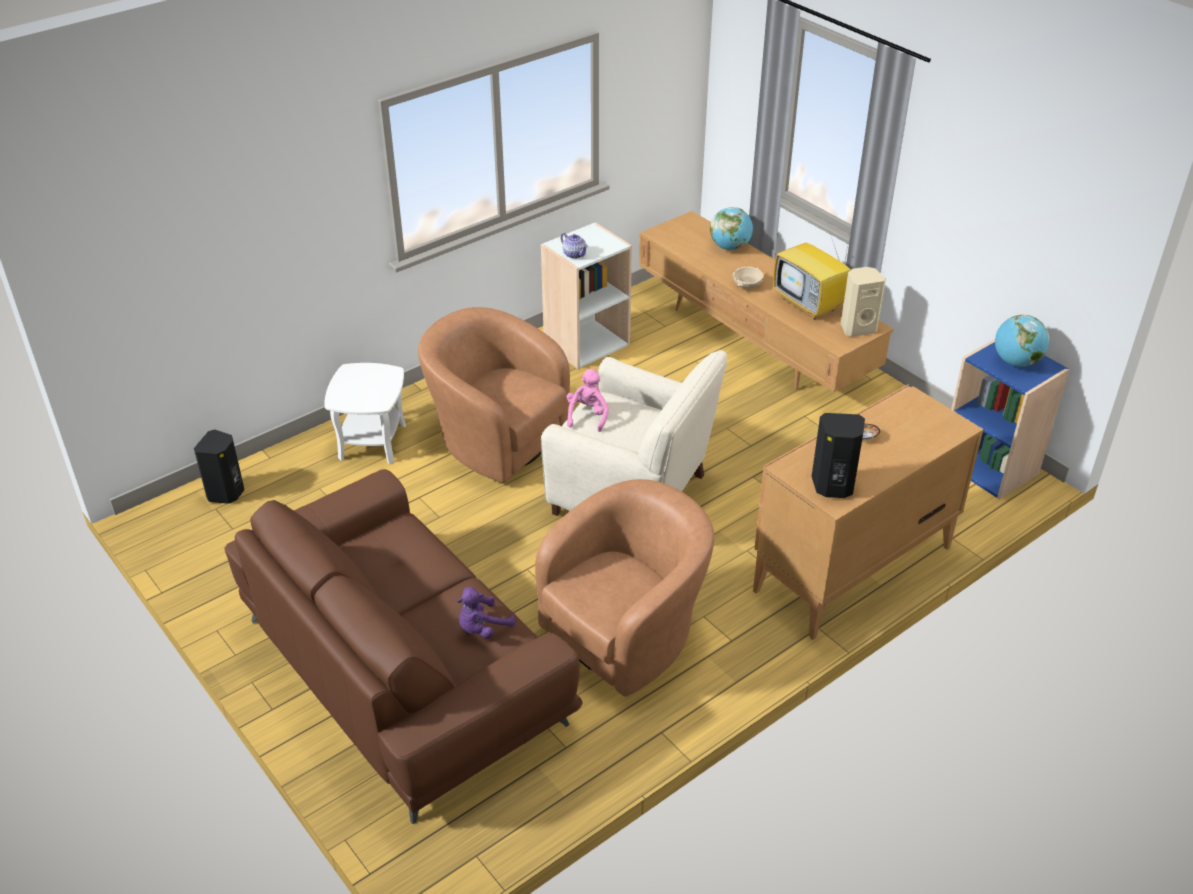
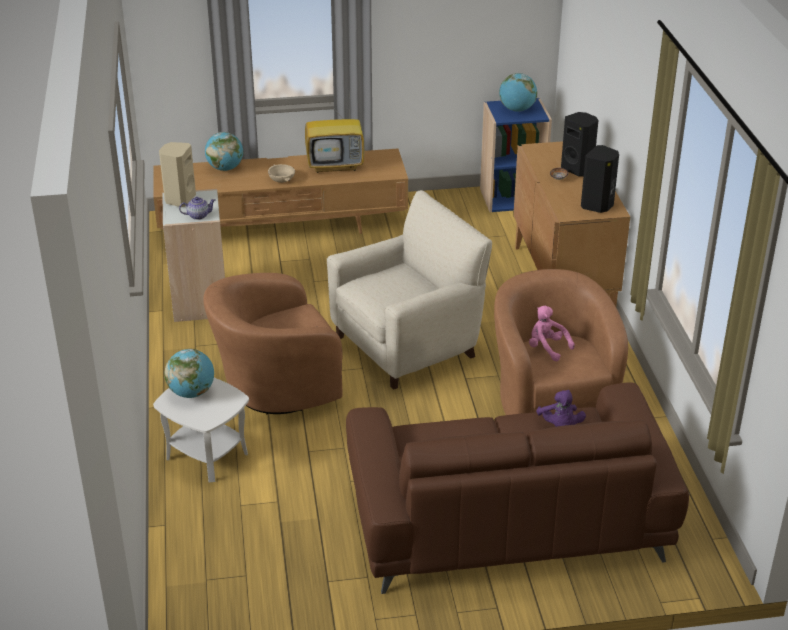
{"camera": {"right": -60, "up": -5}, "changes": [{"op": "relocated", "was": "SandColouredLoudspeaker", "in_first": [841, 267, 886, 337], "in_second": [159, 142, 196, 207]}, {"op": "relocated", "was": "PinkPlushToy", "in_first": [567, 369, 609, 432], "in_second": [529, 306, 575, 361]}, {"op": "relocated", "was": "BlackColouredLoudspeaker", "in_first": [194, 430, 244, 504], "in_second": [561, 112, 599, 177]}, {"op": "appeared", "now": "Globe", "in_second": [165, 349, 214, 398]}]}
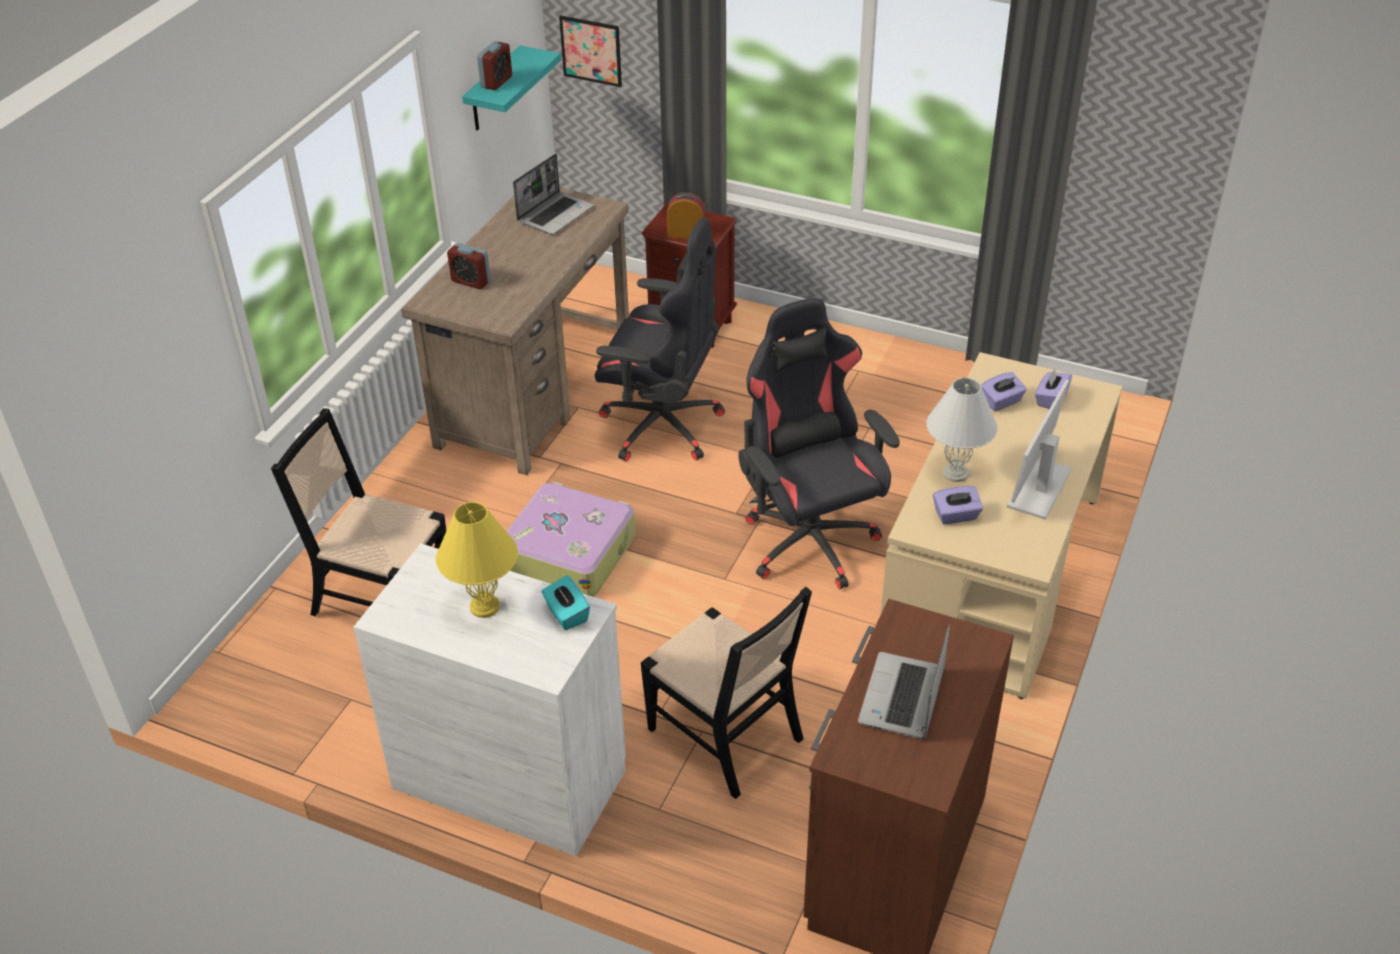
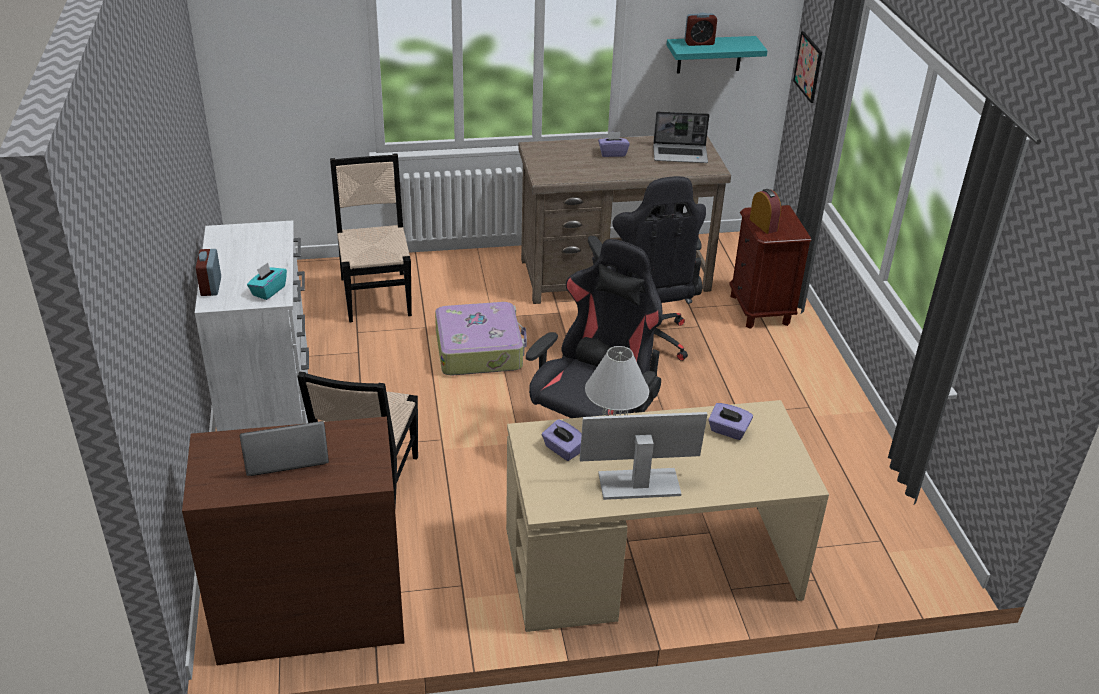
{"camera": {"right": 55, "up": -5}, "changes": [{"op": "relocated", "was": "TableClock", "in_first": [447, 243, 491, 289], "in_second": [196, 249, 221, 296]}, {"op": "relocated", "was": "PurplishBoxOfTissues", "in_first": [1035, 369, 1072, 409], "in_second": [598, 132, 630, 157]}, {"op": "missing", "was": "YellowLampForATable", "in_first": [436, 502, 518, 618]}]}
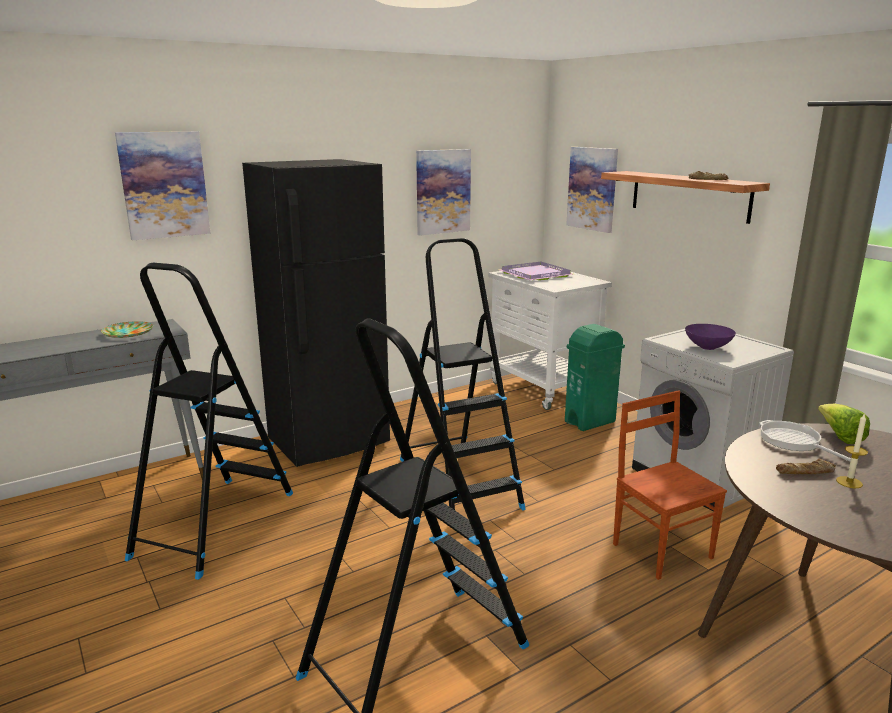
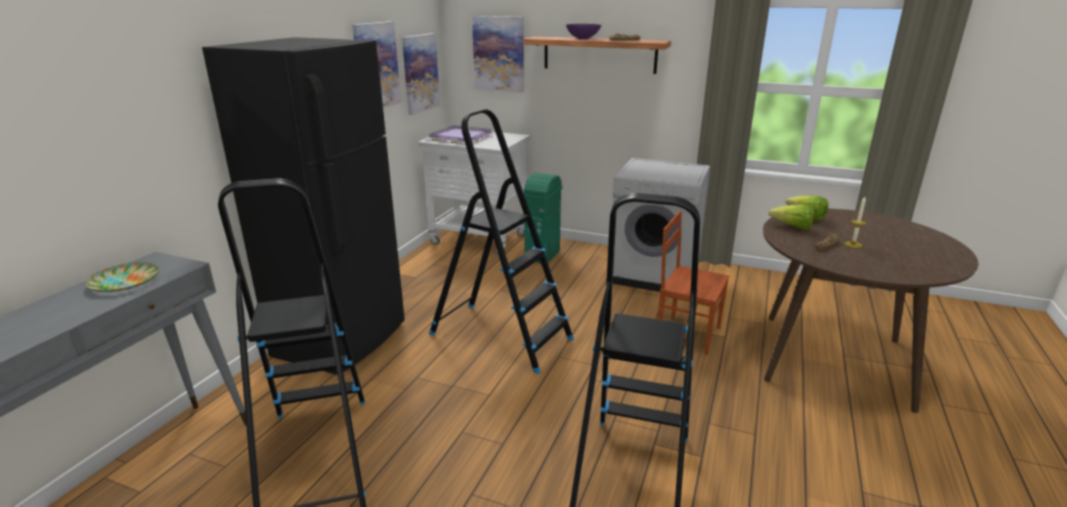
{"camera": {"right": -35, "up": 5}, "changes": [{"op": "relocated", "was": "Picture", "in_first": [115, 131, 211, 240], "in_second": [402, 33, 440, 115]}, {"op": "relocated", "was": "PurplishServingBowl", "in_first": [685, 324, 736, 350], "in_second": [566, 24, 601, 40]}, {"op": "exchanged", "was": "Pan", "now": "LettuceHead", "in_first": [760, 420, 851, 462], "in_second": [768, 205, 814, 230]}]}
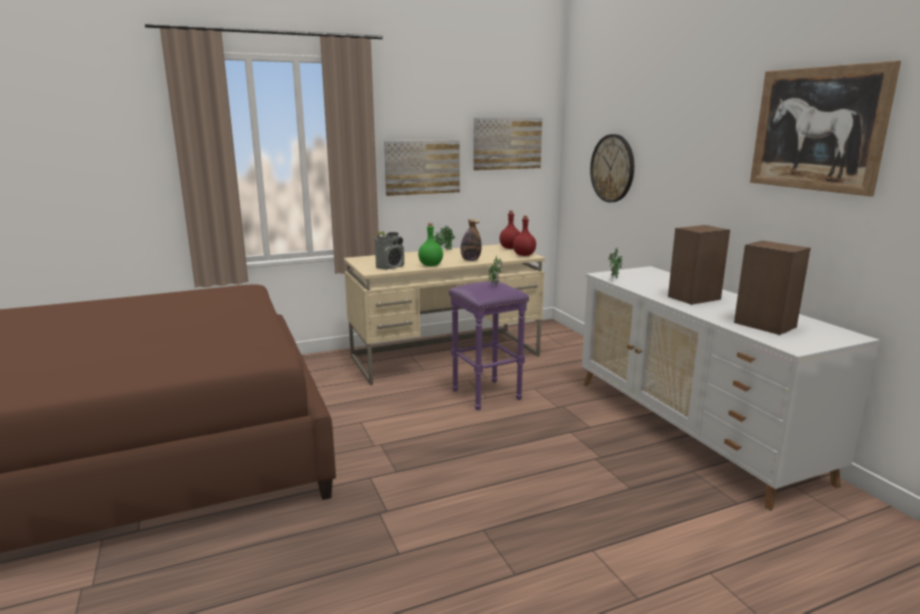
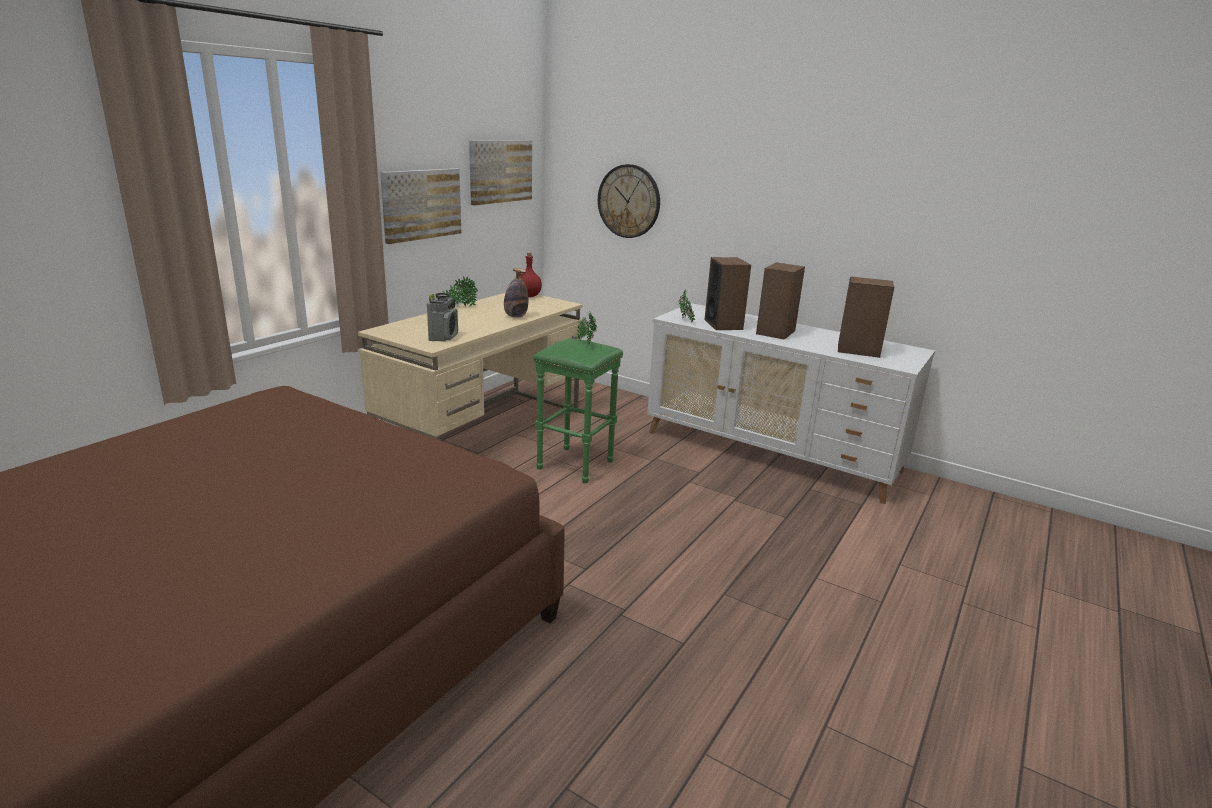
{"camera": {"right": -35, "up": 5}, "changes": [{"op": "missing", "was": "Picture", "in_first": [750, 61, 901, 197]}, {"op": "missing", "was": "RedBottle", "in_first": [513, 215, 536, 256]}, {"op": "missing", "was": "GreenBottle", "in_first": [418, 223, 443, 266]}, {"op": "colour", "was": "PurplishStool", "now": "GreenStool", "in_first": [449, 281, 529, 410], "in_second": [534, 339, 623, 483]}, {"op": "appeared", "now": "Loudspeaker", "in_second": [704, 257, 751, 330]}]}
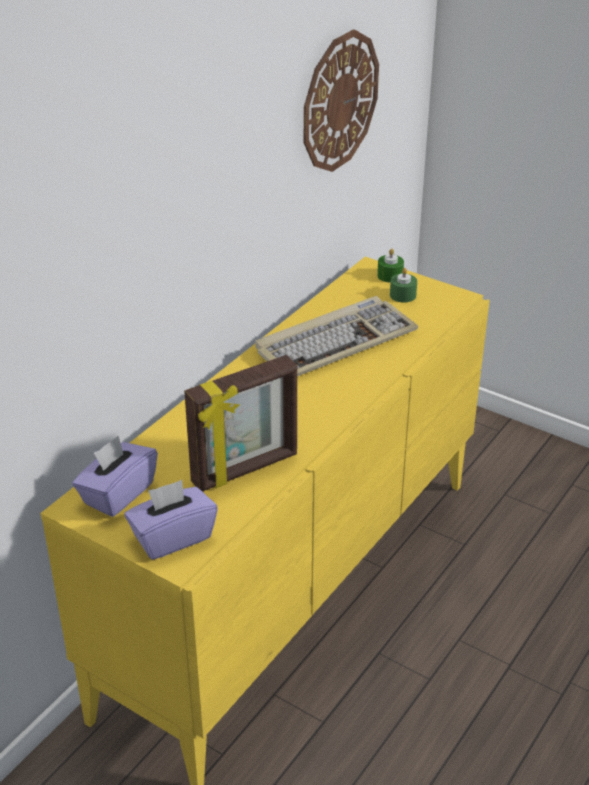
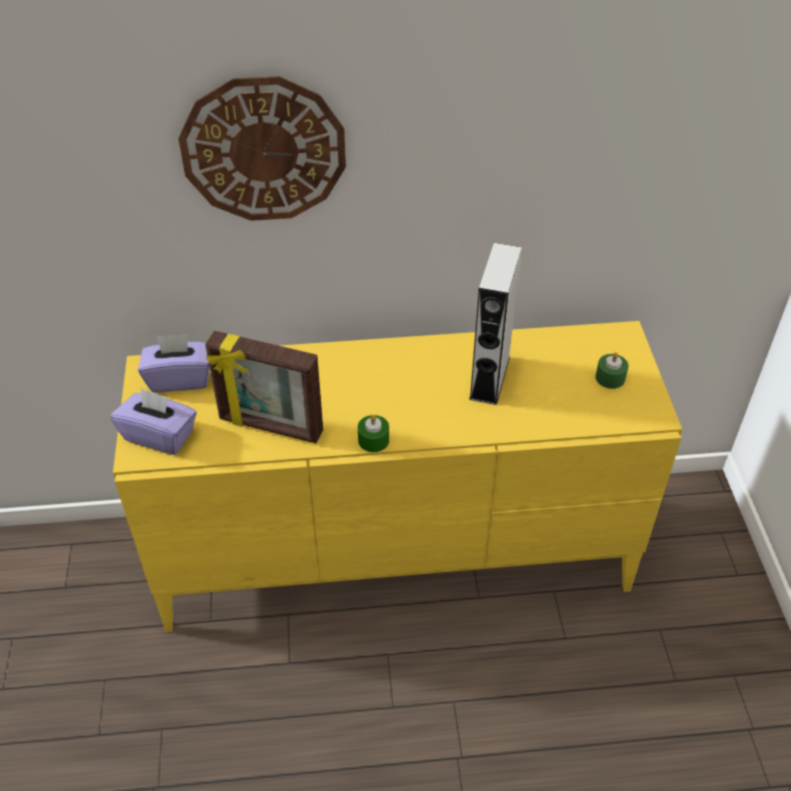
{"camera": {"right": 50, "up": 10}, "changes": [{"op": "relocated", "was": "ClockOnTheWall", "in_first": [304, 29, 379, 172], "in_second": [178, 76, 346, 221]}, {"op": "relocated", "was": "GreenWaxCandle", "in_first": [377, 249, 404, 283], "in_second": [358, 415, 389, 452]}, {"op": "exchanged", "was": "PcKeyboard", "now": "GreyLoudspeaker", "in_first": [255, 296, 418, 376], "in_second": [469, 243, 522, 405]}]}
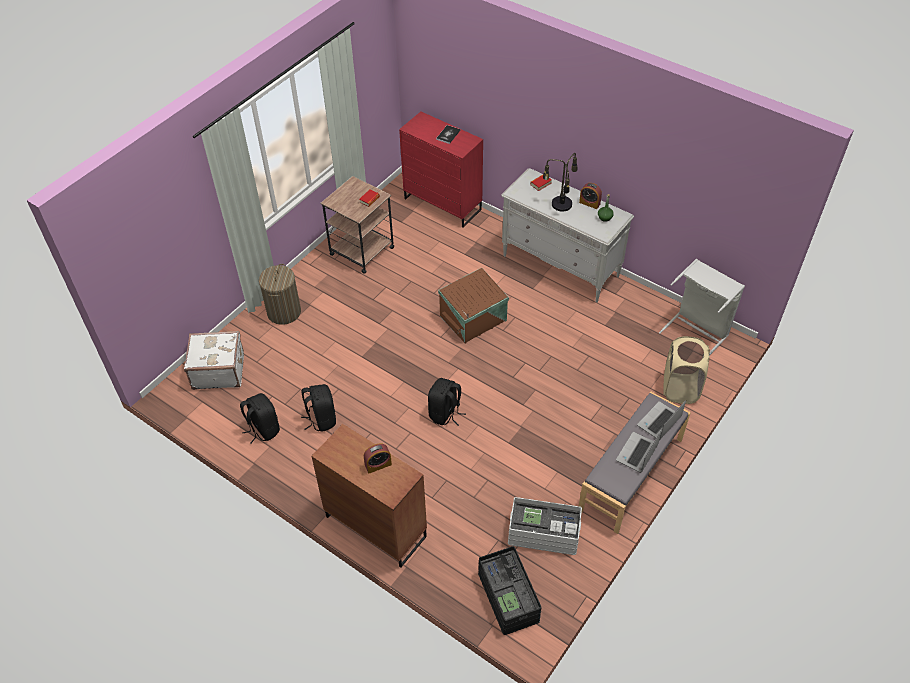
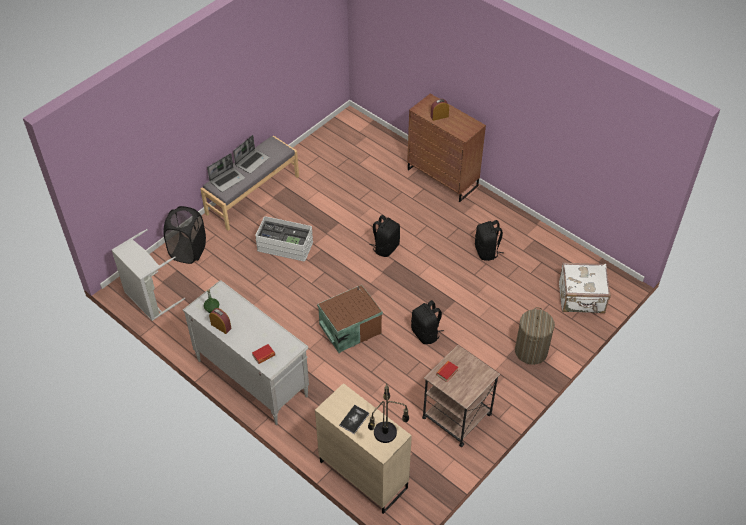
{"camera": {"right": -175, "up": 0}, "changes": [{"op": "colour", "was": "RedChestOfDrawers", "now": "SandColouredChestOfDrawers", "in_first": [399, 112, 483, 228], "in_second": [315, 383, 412, 514]}, {"op": "relocated", "was": "LampForATable", "in_first": [543, 153, 578, 212], "in_second": [368, 383, 409, 443]}, {"op": "colour", "was": "SandColouredWashingBasket", "now": "BlackColouredWashingBasket", "in_first": [663, 336, 710, 404], "in_second": [164, 206, 206, 264]}, {"op": "relocated", "was": "BlackColouredRucksack", "in_first": [240, 393, 280, 444], "in_second": [411, 300, 444, 344]}, {"op": "relocated", "was": "WhitishStorageBox", "in_first": [508, 497, 582, 555], "in_second": [255, 216, 313, 261]}, {"op": "missing", "was": "BlackColouredStorageBox", "in_first": [478, 546, 541, 635]}]}
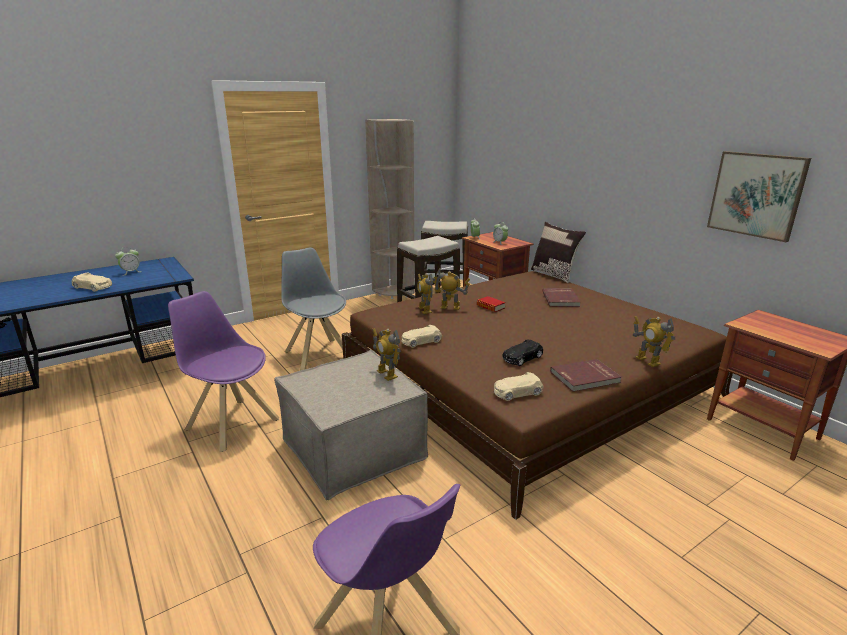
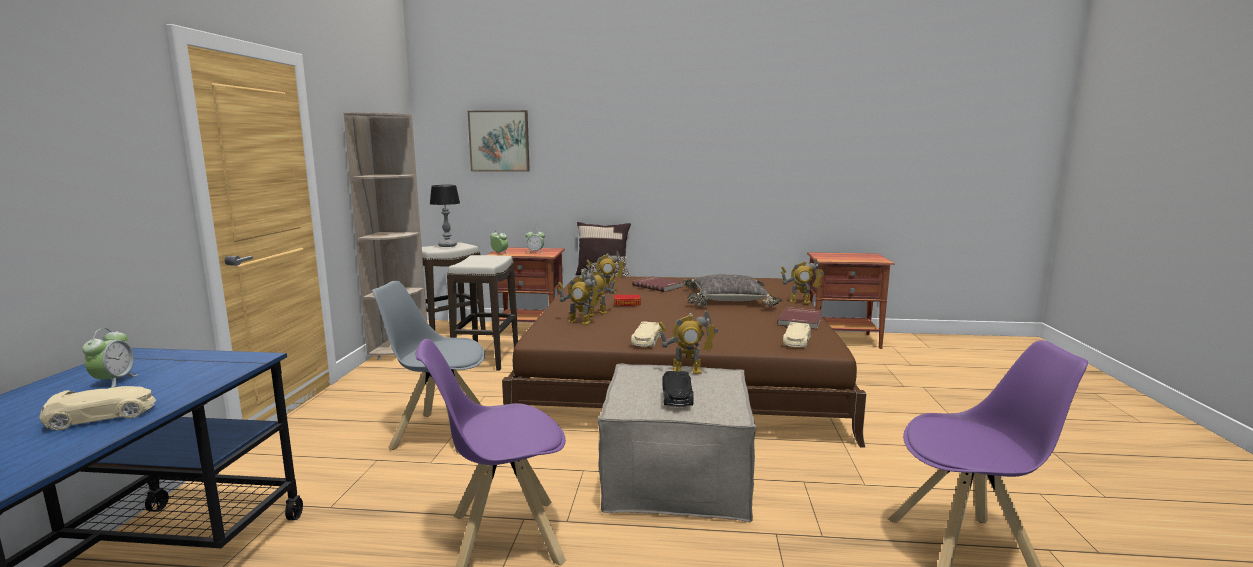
{"camera": {"right": -50, "up": -10}, "changes": [{"op": "relocated", "was": "Picture", "in_first": [707, 151, 811, 242], "in_second": [468, 110, 530, 172]}, {"op": "relocated", "was": "BlackColouredMiniatureCar", "in_first": [502, 339, 543, 366], "in_second": [662, 371, 694, 407]}, {"op": "appeared", "now": "LampForATable", "in_second": [430, 185, 460, 247]}, {"op": "appeared", "now": "RobotFigure", "in_second": [586, 250, 626, 294]}, {"op": "appeared", "now": "ThrowPillow", "in_second": [684, 274, 782, 307]}]}
